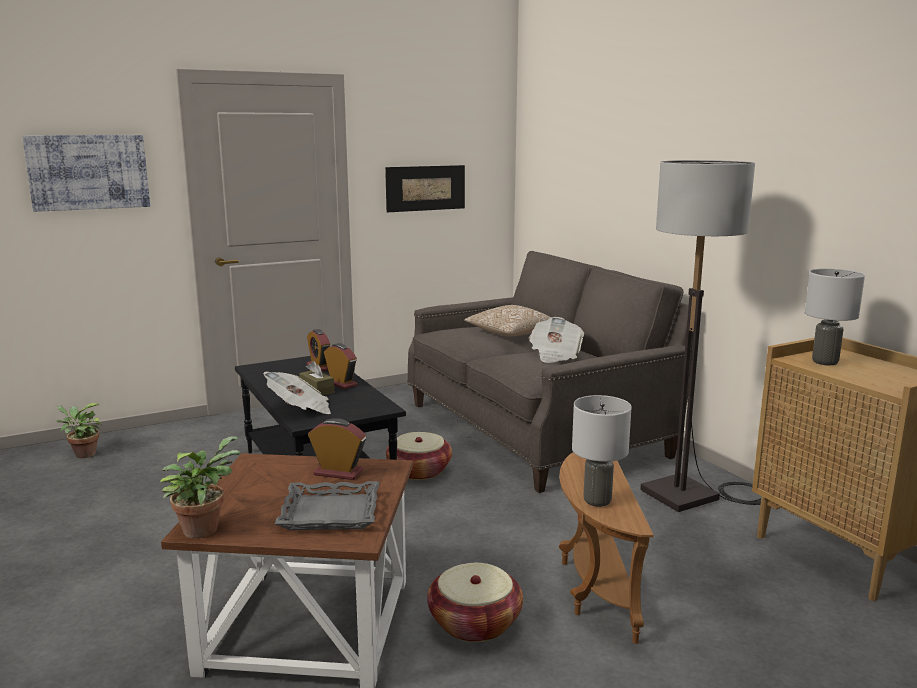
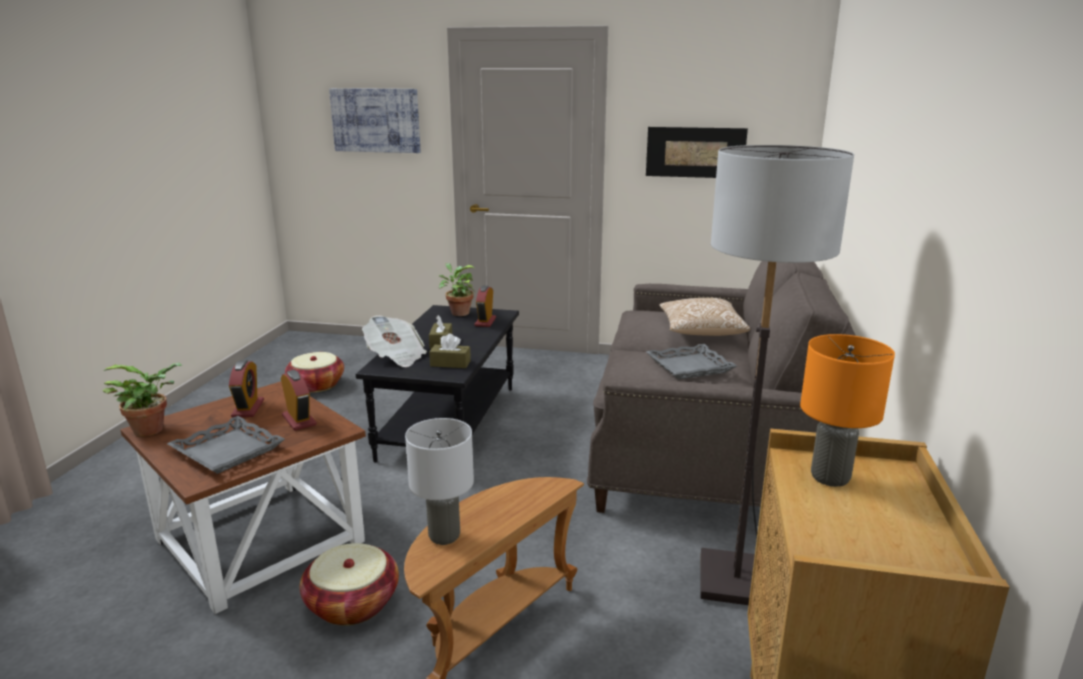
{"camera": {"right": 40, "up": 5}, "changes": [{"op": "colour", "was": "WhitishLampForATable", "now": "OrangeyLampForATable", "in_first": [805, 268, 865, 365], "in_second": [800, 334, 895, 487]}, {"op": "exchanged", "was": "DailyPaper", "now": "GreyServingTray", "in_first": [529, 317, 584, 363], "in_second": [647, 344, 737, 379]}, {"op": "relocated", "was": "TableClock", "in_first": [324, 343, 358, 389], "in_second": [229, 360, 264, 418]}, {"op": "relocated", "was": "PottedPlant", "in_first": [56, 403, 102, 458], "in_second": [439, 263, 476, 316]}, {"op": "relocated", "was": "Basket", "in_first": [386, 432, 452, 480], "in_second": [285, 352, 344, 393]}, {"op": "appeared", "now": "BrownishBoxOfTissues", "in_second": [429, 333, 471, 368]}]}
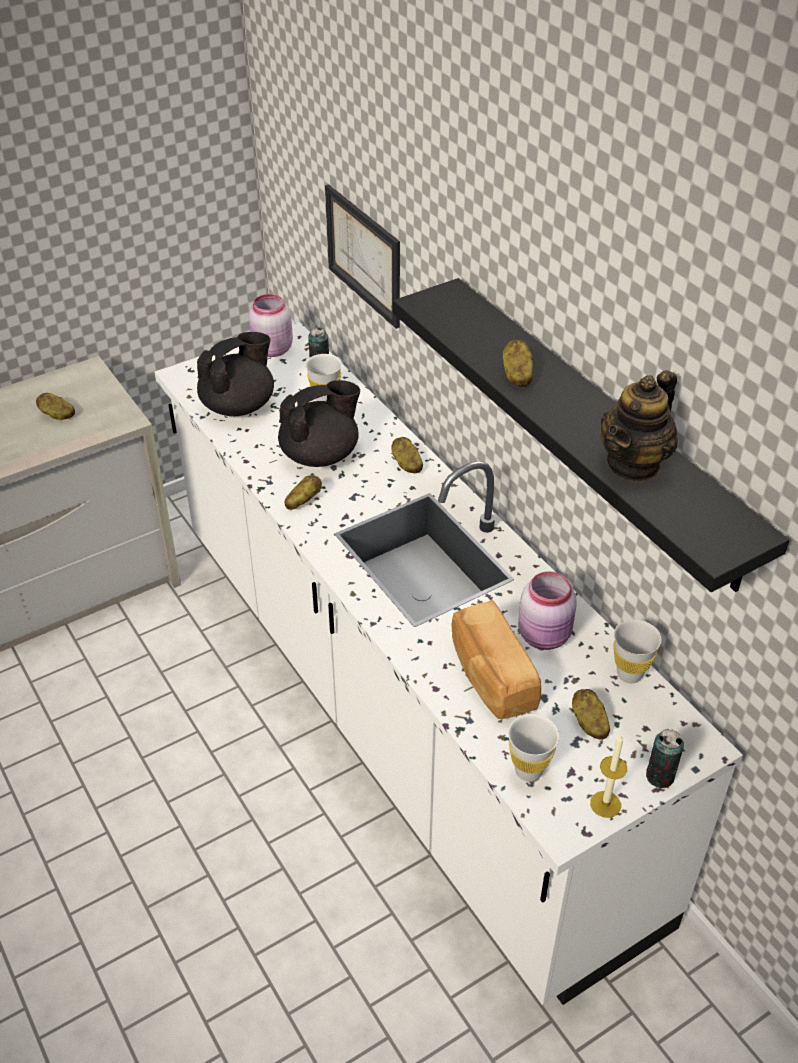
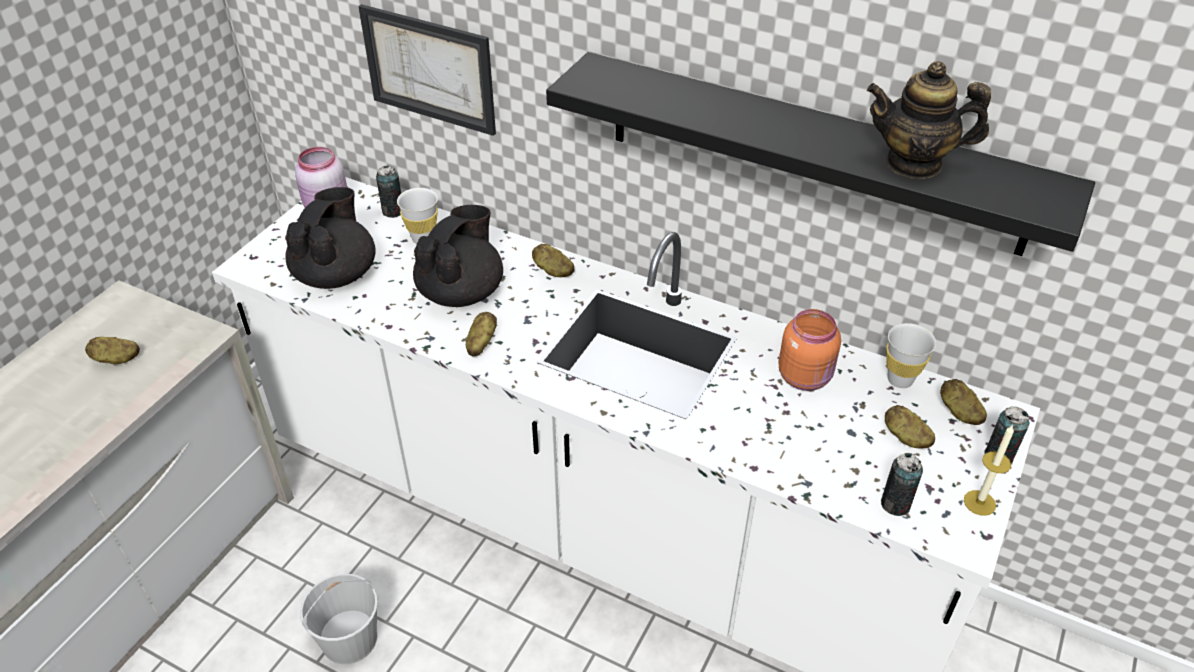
{"camera": {"right": -30, "up": 0}, "changes": [{"op": "relocated", "was": "WholePotato", "in_first": [503, 340, 533, 387], "in_second": [940, 379, 987, 425]}, {"op": "spun", "was": "Teapot", "in_first": [600, 370, 678, 482], "in_second": [867, 61, 991, 179], "clockwise": 90}, {"op": "colour", "was": "PinkJar", "now": "OrangeyJar", "in_first": [518, 571, 577, 650], "in_second": [779, 309, 841, 391]}, {"op": "missing", "was": "Bread", "in_first": [451, 600, 541, 719]}, {"op": "exchanged", "was": "WhitishDrinkingCup", "now": "SealedCan", "in_first": [508, 714, 559, 782], "in_second": [881, 453, 923, 516]}, {"op": "appeared", "now": "WhitishWaterBucket", "in_second": [300, 574, 378, 664]}]}
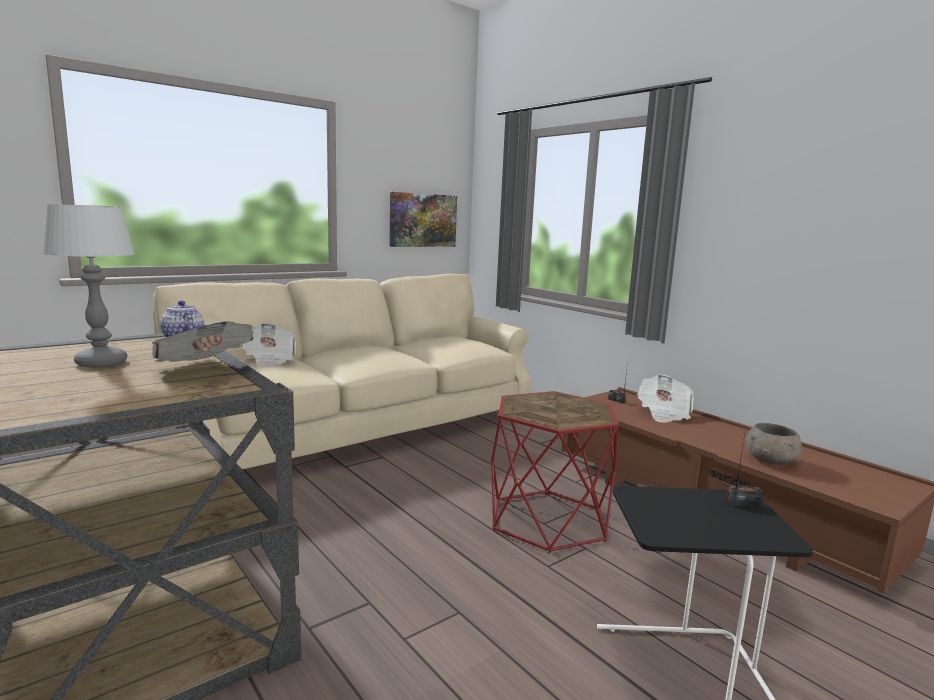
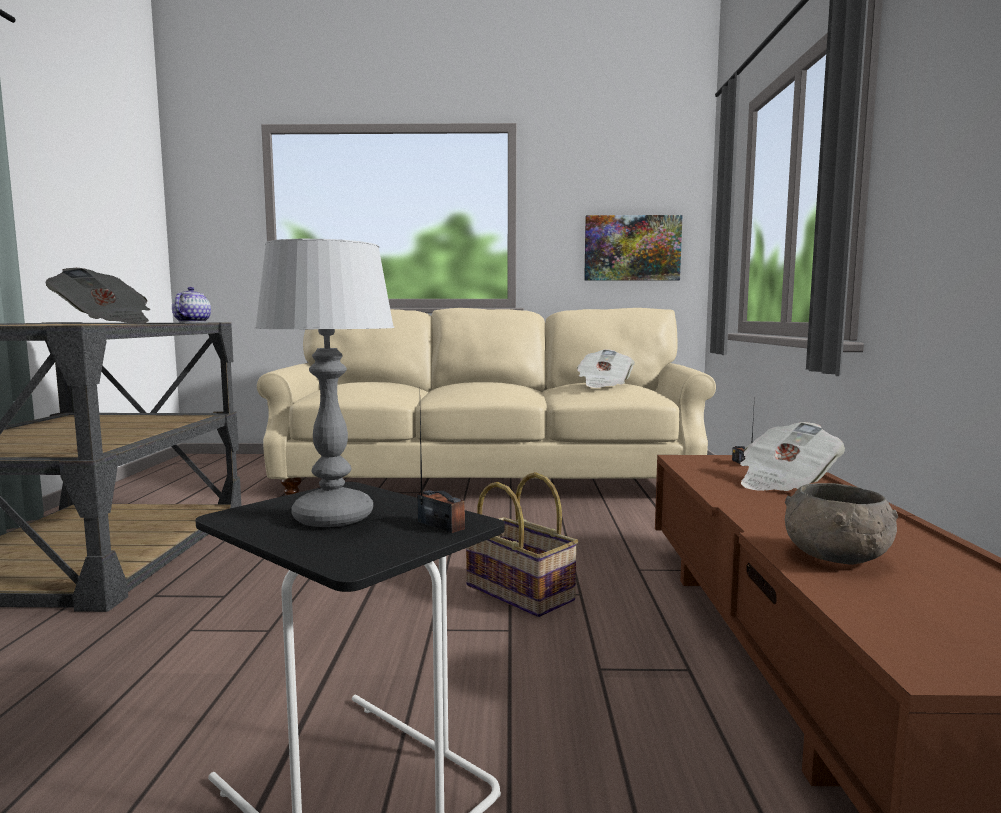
{"camera": {"right": 40, "up": -5}, "changes": [{"op": "relocated", "was": "LampForATable", "in_first": [43, 204, 135, 368], "in_second": [255, 239, 394, 527]}, {"op": "relocated", "was": "DailyPaper", "in_first": [241, 323, 297, 367], "in_second": [577, 349, 635, 388]}, {"op": "exchanged", "was": "RedSideTable", "now": "Basket", "in_first": [491, 391, 619, 553], "in_second": [466, 472, 578, 617]}]}
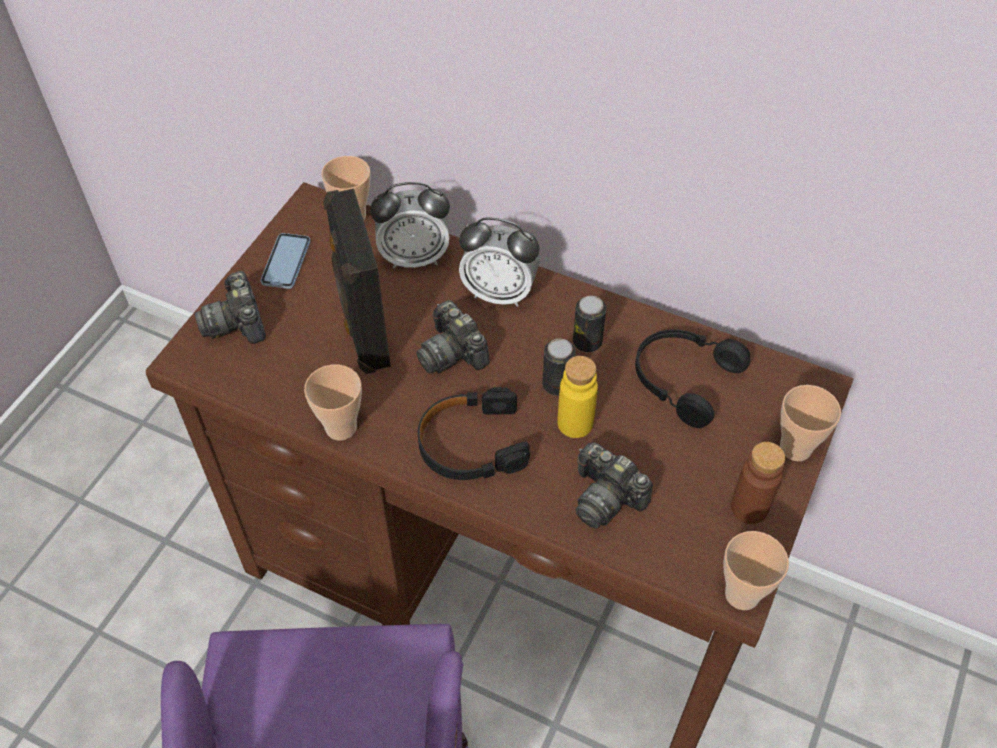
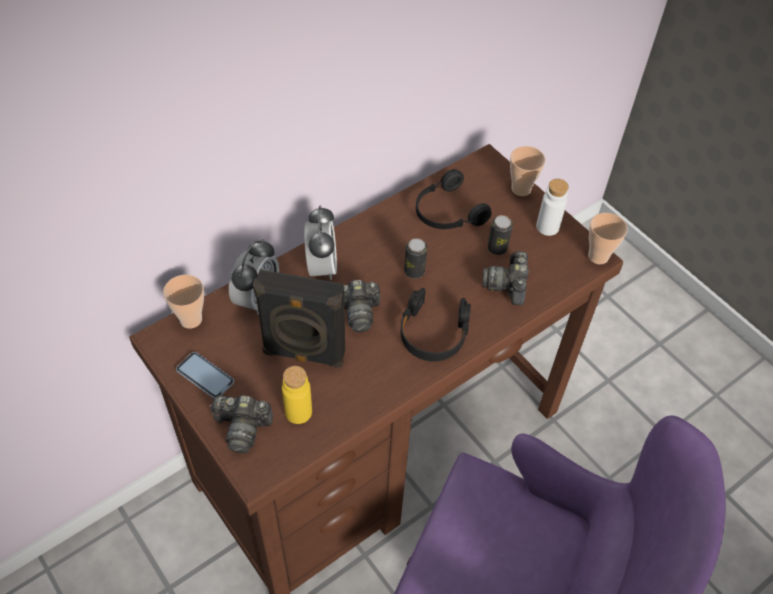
{"camera": {"right": -65, "up": 0}, "changes": [{"op": "spun", "was": "TableClock", "in_first": [459, 217, 540, 307], "in_second": [304, 206, 337, 280], "clockwise": -45}, {"op": "relocated", "was": "SealedCan", "in_first": [573, 296, 606, 352], "in_second": [487, 215, 513, 255]}, {"op": "relocated", "was": "YellowBottle", "in_first": [557, 356, 598, 438], "in_second": [282, 366, 312, 424]}, {"op": "missing", "was": "DrinkingCup", "in_first": [304, 364, 362, 440]}, {"op": "spun", "was": "StillCamera", "in_first": [576, 442, 653, 528], "in_second": [482, 251, 529, 305], "clockwise": 120}, {"op": "colour", "was": "BrownishBottle", "now": "WhitishBottle", "in_first": [731, 442, 785, 524], "in_second": [536, 179, 569, 236]}]}
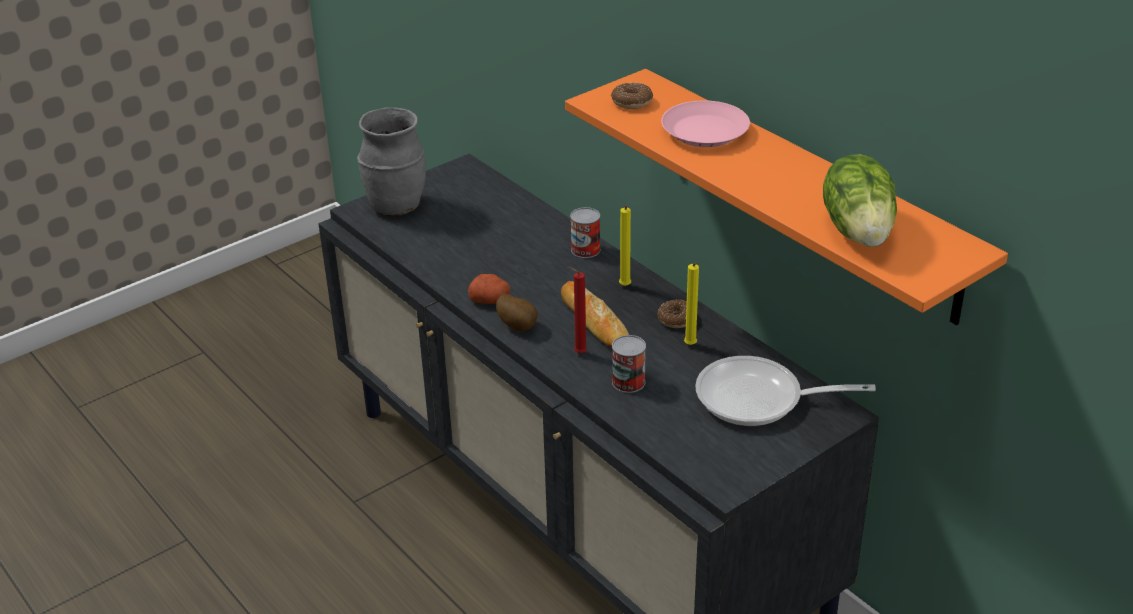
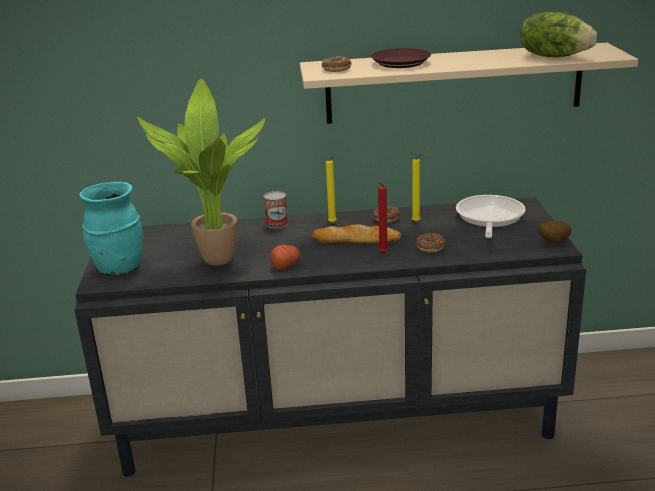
{"camera": {"right": -55, "up": -10}, "changes": [{"op": "colour", "was": "OrangeyWallShelf", "now": "SandColouredWallShelf", "in_first": [565, 69, 1008, 325], "in_second": [300, 43, 638, 124]}, {"op": "colour", "was": "PinkDinnerPlate", "now": "BrownishDinnerPlate", "in_first": [661, 100, 750, 147], "in_second": [371, 48, 431, 68]}, {"op": "colour", "was": "GreyFlowerVase", "now": "TurquoiseColouredFlowerVase", "in_first": [357, 107, 426, 216], "in_second": [79, 182, 143, 275]}, {"op": "relocated", "was": "WholePotato", "in_first": [496, 294, 538, 331], "in_second": [538, 220, 571, 243]}, {"op": "exchanged", "was": "SealedCan", "now": "Doughnut", "in_first": [612, 335, 646, 393], "in_second": [416, 233, 446, 252]}, {"op": "spun", "was": "Pan", "in_first": [695, 356, 876, 426], "in_second": [456, 195, 526, 238], "clockwise": 150}, {"op": "appeared", "now": "PottedPlant", "in_second": [137, 78, 265, 266]}]}
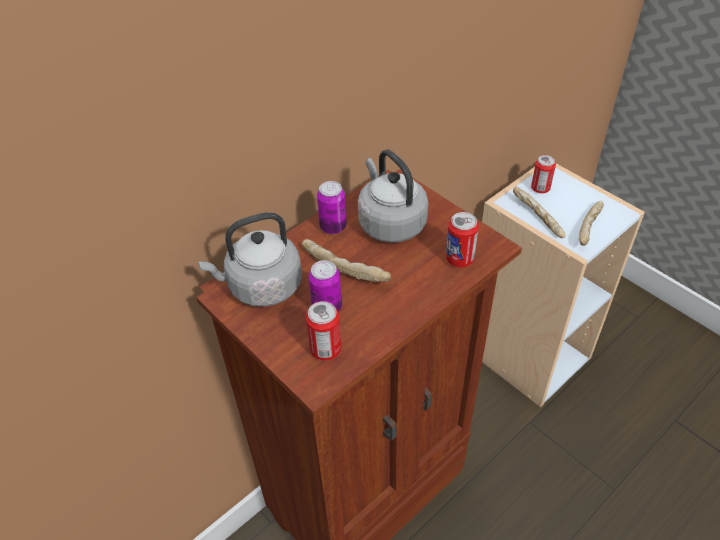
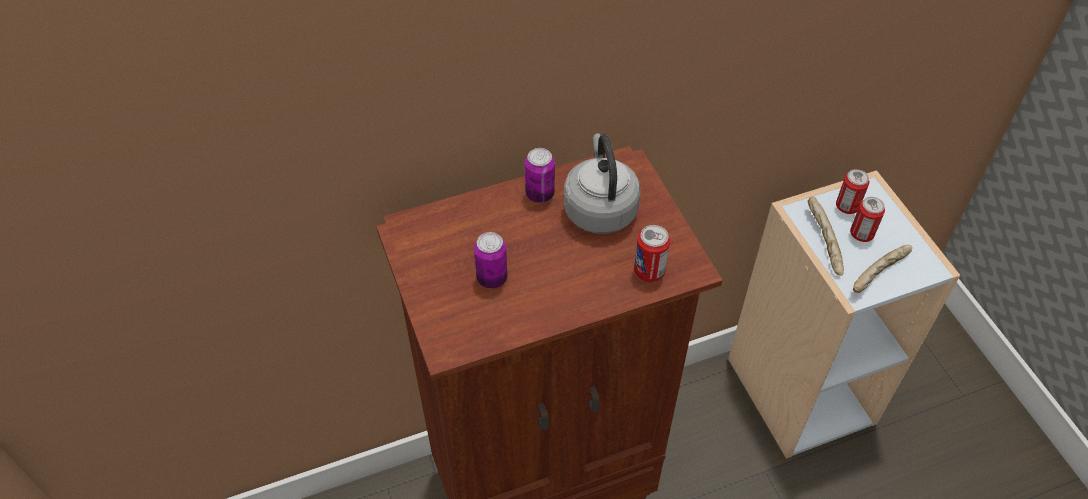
{"camera": {"right": 20, "up": 5}, "changes": [{"op": "missing", "was": "GreyKettle", "in_first": [198, 212, 302, 307]}, {"op": "missing", "was": "Bread", "in_first": [302, 239, 391, 282]}, {"op": "relocated", "was": "SealedCan", "in_first": [306, 301, 342, 361], "in_second": [850, 197, 885, 242]}]}
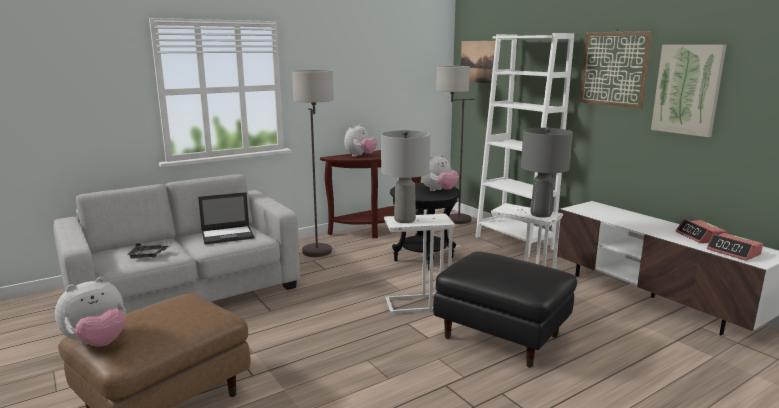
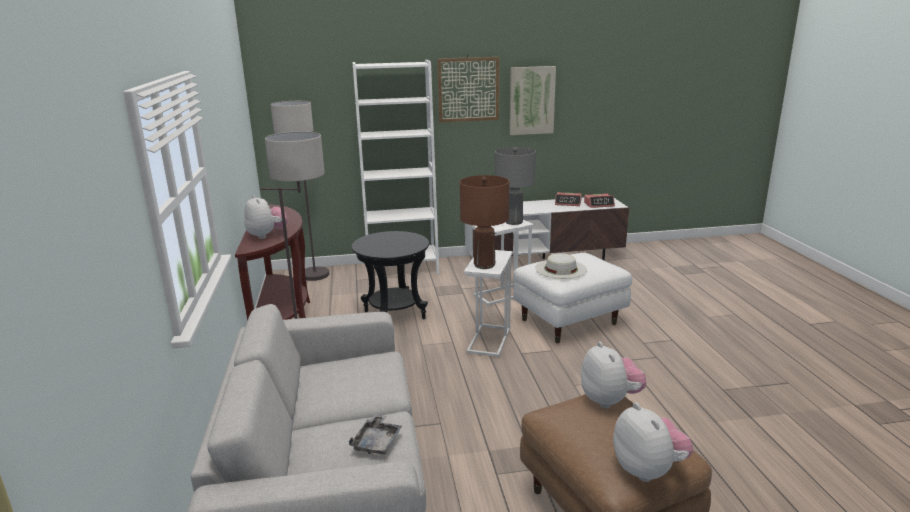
{"camera": {"right": -65, "up": 5}, "changes": [{"op": "missing", "was": "Picture", "in_first": [461, 41, 496, 84]}, {"op": "colour", "was": "GreyLampForATable", "now": "BrownishLampForATable", "in_first": [381, 130, 430, 223], "in_second": [460, 175, 509, 269]}, {"op": "relocated", "was": "PlushToy", "in_first": [421, 154, 459, 191], "in_second": [581, 342, 646, 409]}, {"op": "missing", "was": "NotebookComputer", "in_first": [198, 192, 254, 244]}, {"op": "colour", "was": "BlackColouredFootrest", "now": "WhitishFootrest", "in_first": [433, 251, 577, 368], "in_second": [513, 253, 632, 343]}, {"op": "appeared", "now": "WhitishClothingHat", "in_second": [535, 253, 587, 279]}]}
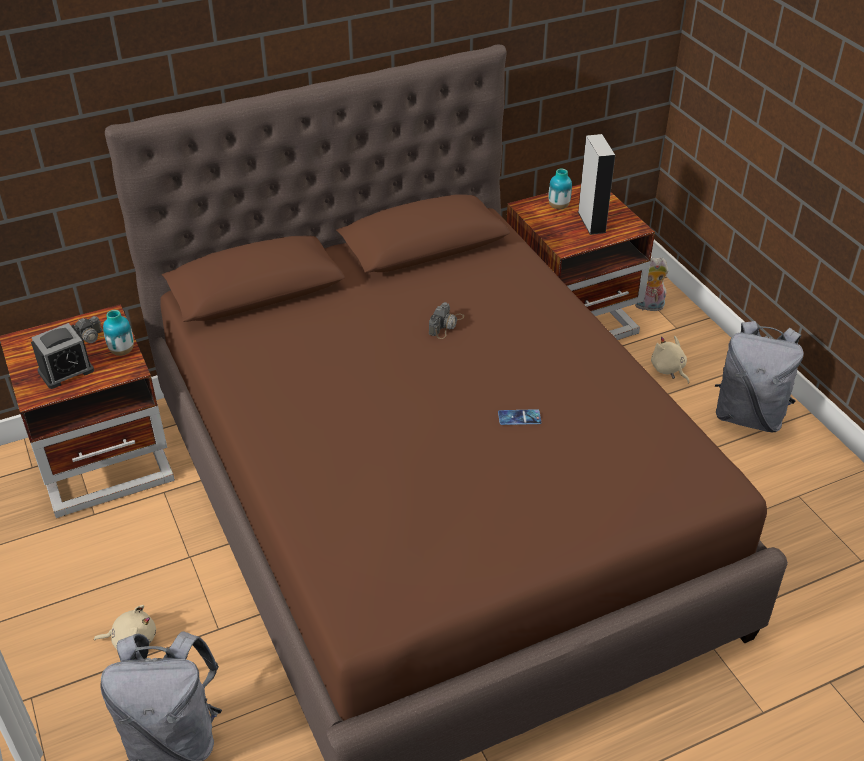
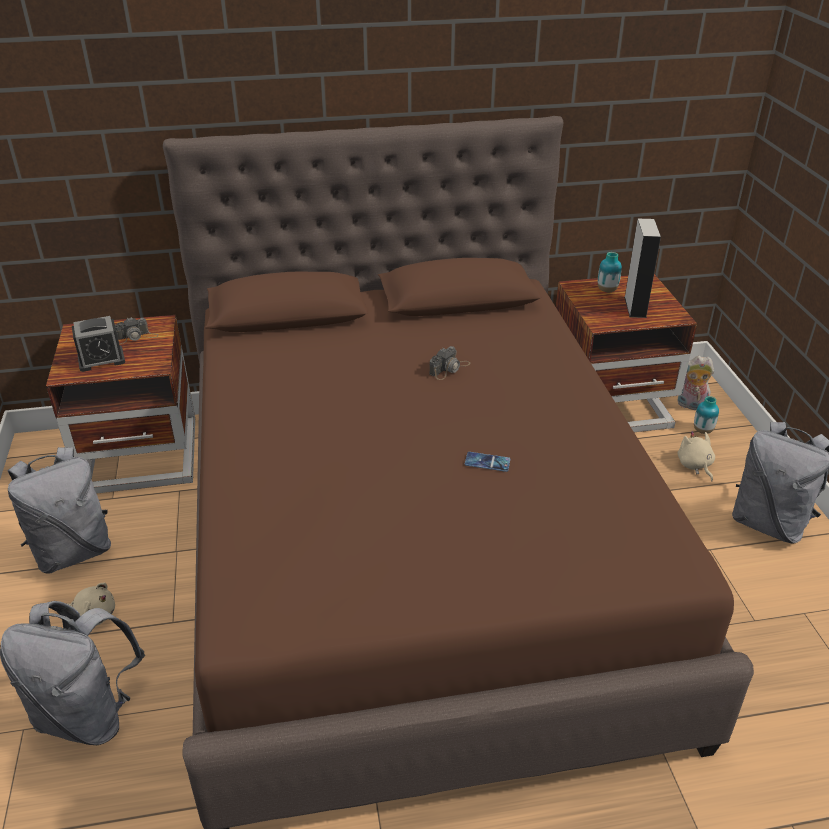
{"camera": {"right": 15, "up": -5}, "changes": [{"op": "relocated", "was": "FlowerVase", "in_first": [103, 310, 134, 356], "in_second": [694, 396, 719, 434]}, {"op": "appeared", "now": "GreyRucksack", "in_second": [8, 447, 111, 573]}]}
